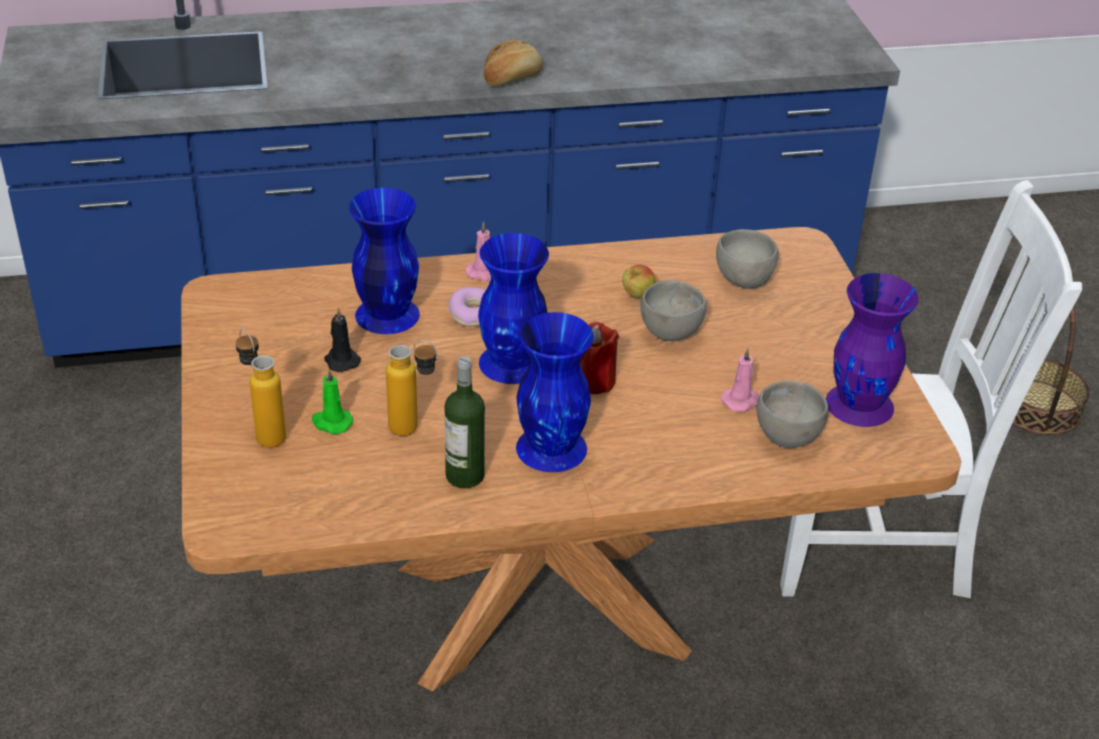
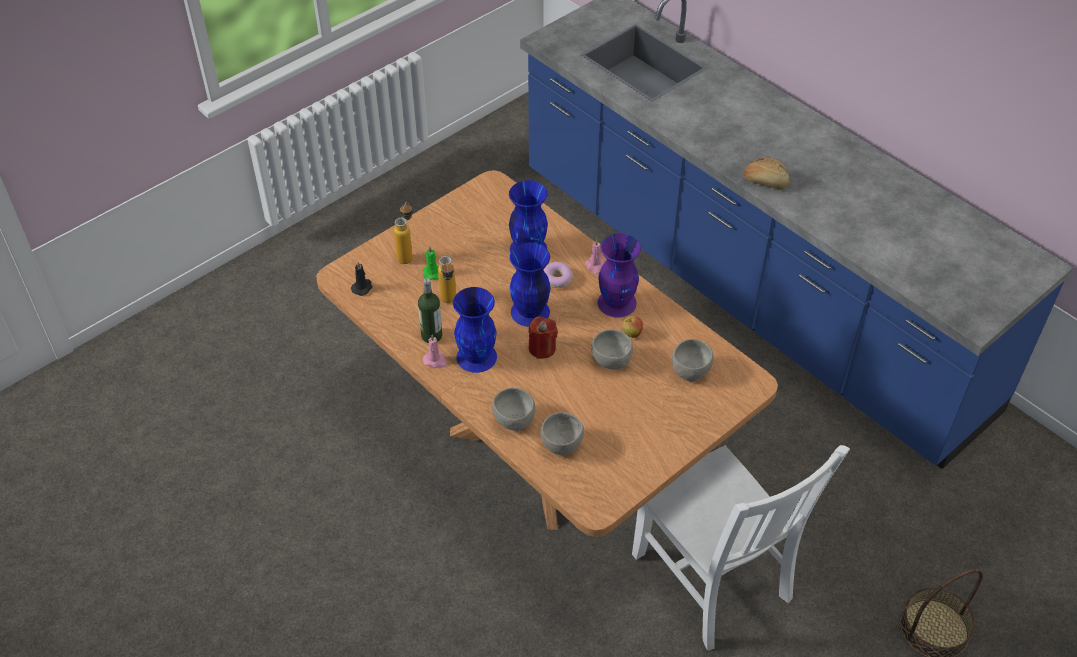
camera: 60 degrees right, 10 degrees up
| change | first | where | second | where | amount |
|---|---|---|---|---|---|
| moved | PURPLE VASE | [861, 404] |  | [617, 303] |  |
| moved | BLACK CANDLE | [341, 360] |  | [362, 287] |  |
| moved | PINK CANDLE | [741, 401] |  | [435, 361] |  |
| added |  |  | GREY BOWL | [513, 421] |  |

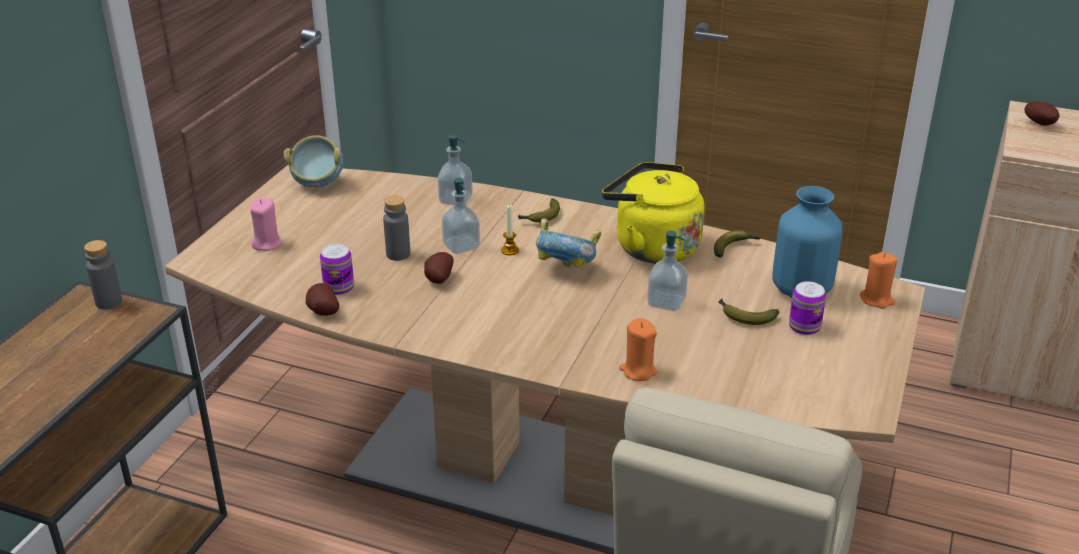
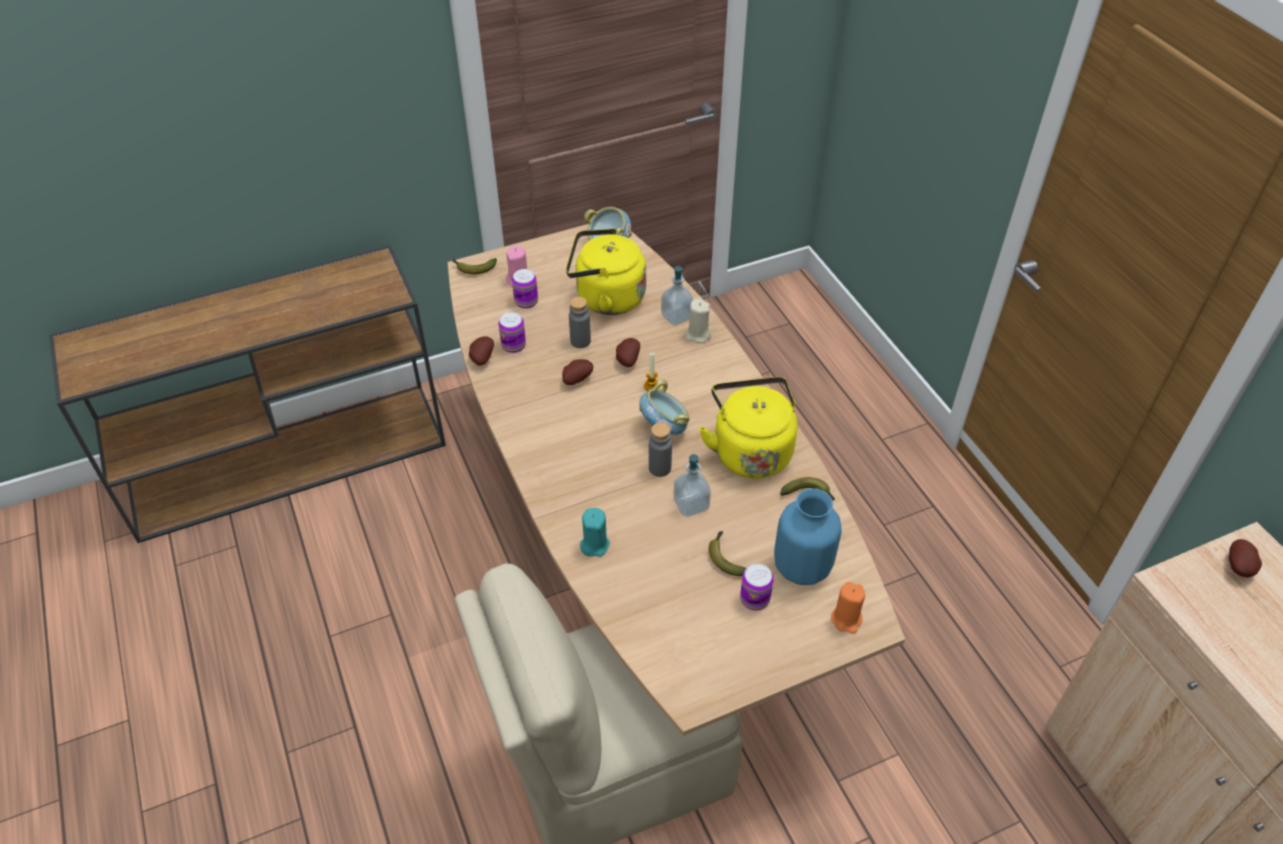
camera: 45 degrees right, 15 degrees up
| change | first | where | second | where | amount |
|---|---|---|---|---|---|
| replaced | SOAP DISPENSER | [461, 246] | POTATO | [627, 360] |  |
| moved | BANANA | [541, 217] |  | [473, 268] |  |
| moved | GREY BOTTLE | [109, 302] |  | [660, 468] |  |
| recoloured | ORANGE CANDLE | [638, 371] | TURQUOISE CANDLE | [594, 545] |  |
| added |  |  | YELLOW KETTLE | [606, 298] |  |
| added |  |  | CAN | [526, 301] |  |
| added |  |  | BEIGE CANDLE | [697, 335] |  |

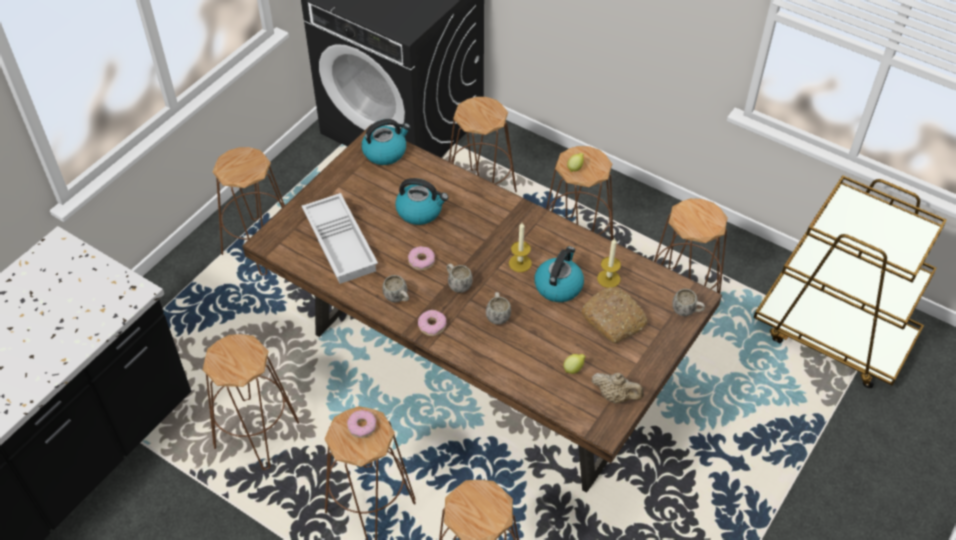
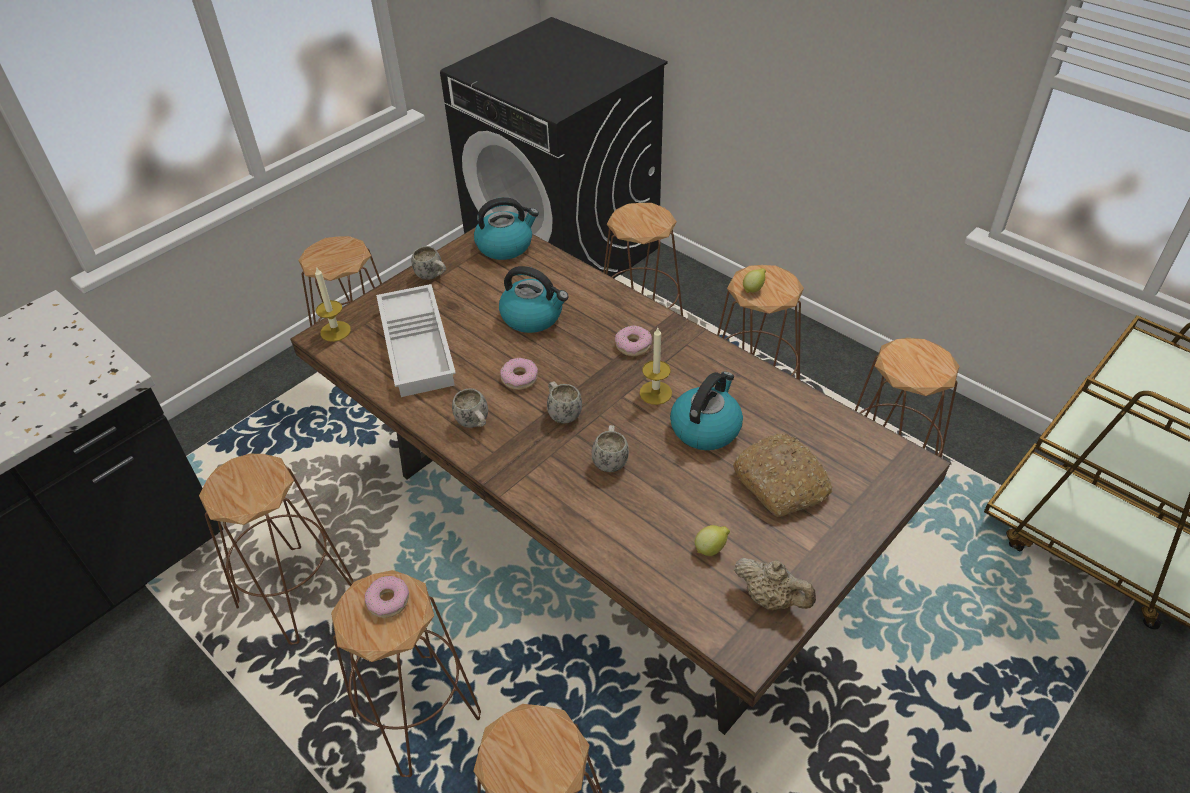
camera: 10 degrees right, 5 degrees down
| change | first | where | second | where | amount |
|---|---|---|---|---|---|
| moved | CANDLE | [608, 279] |  | [335, 331] |  |
| moved | WHITE MUG | [687, 311] |  | [433, 276] |  |
| moved | DONUT | [432, 326] |  | [633, 345] |  |

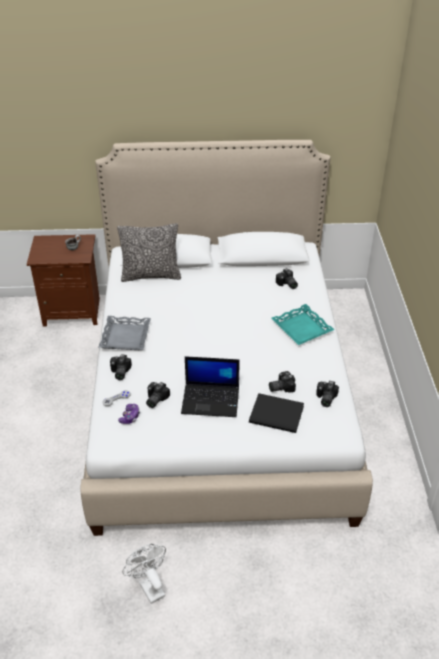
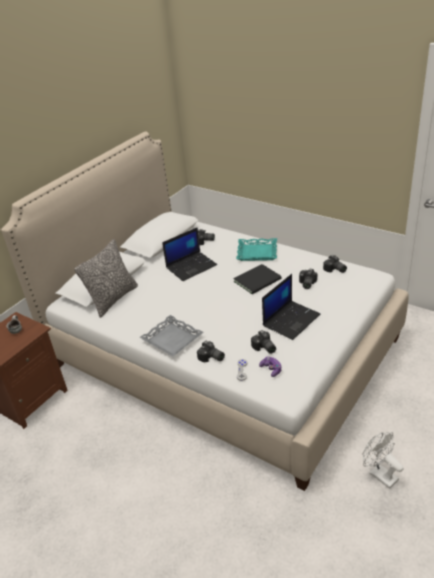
camera: 50 degrees left, 5 degrees down
| change | first | where | second | where | amount |
|---|---|---|---|---|---|
| moved | BLACK BOOK | [277, 416] |  | [259, 280] |  |
| turned | WHITE FAN | [149, 586] |  | [379, 474] | 45 degrees clockwise |
| added |  |  | LAPTOP | [191, 266] |  |

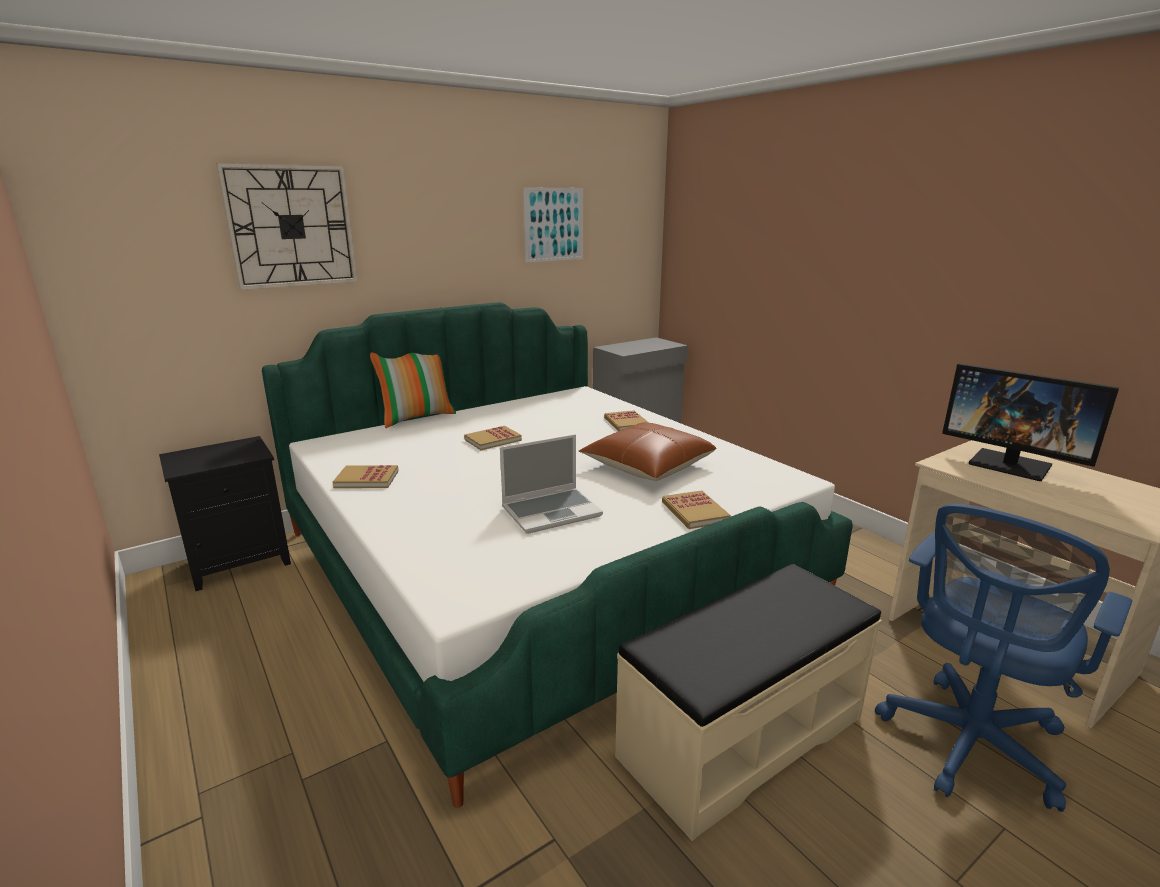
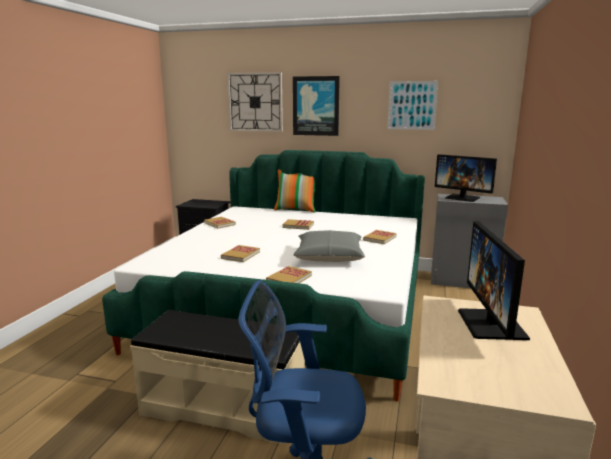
camera: 50 degrees right, 5 degrees down
| change | first | where | second | where | amount |
|---|---|---|---|---|---|
| recoloured | BROWN PILLOW | [647, 466] | GREY PILLOW | [329, 256] |  |
| replaced | LAPTOP | [552, 511] | BOOK | [240, 255] |  |
| added |  |  | PICTURE | [316, 106] |  |
| added |  |  | MONITOR | [463, 198] |  |

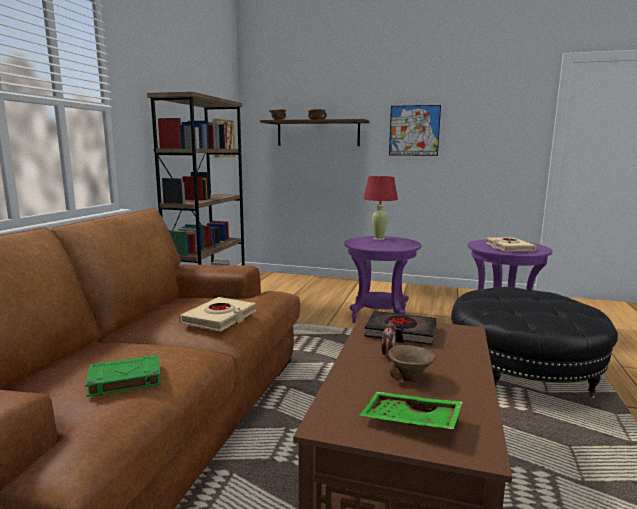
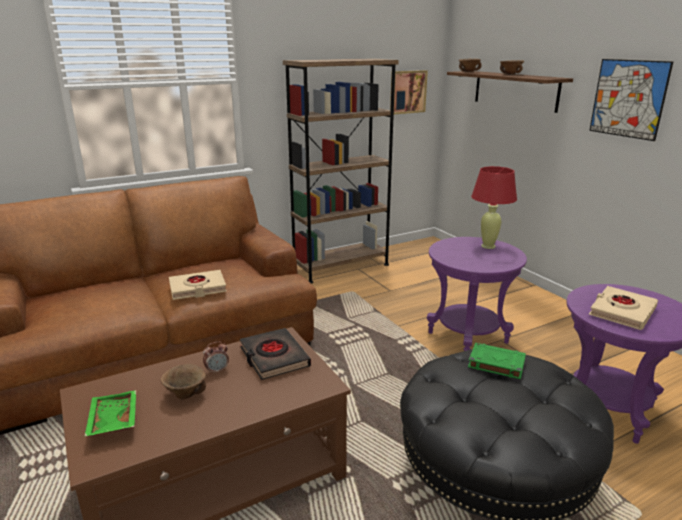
camera: 45 degrees right, 10 degrees up
| change | first | where | second | where | amount |
|---|---|---|---|---|---|
| moved | GREEN BOOK | [124, 380] |  | [495, 364] |  |

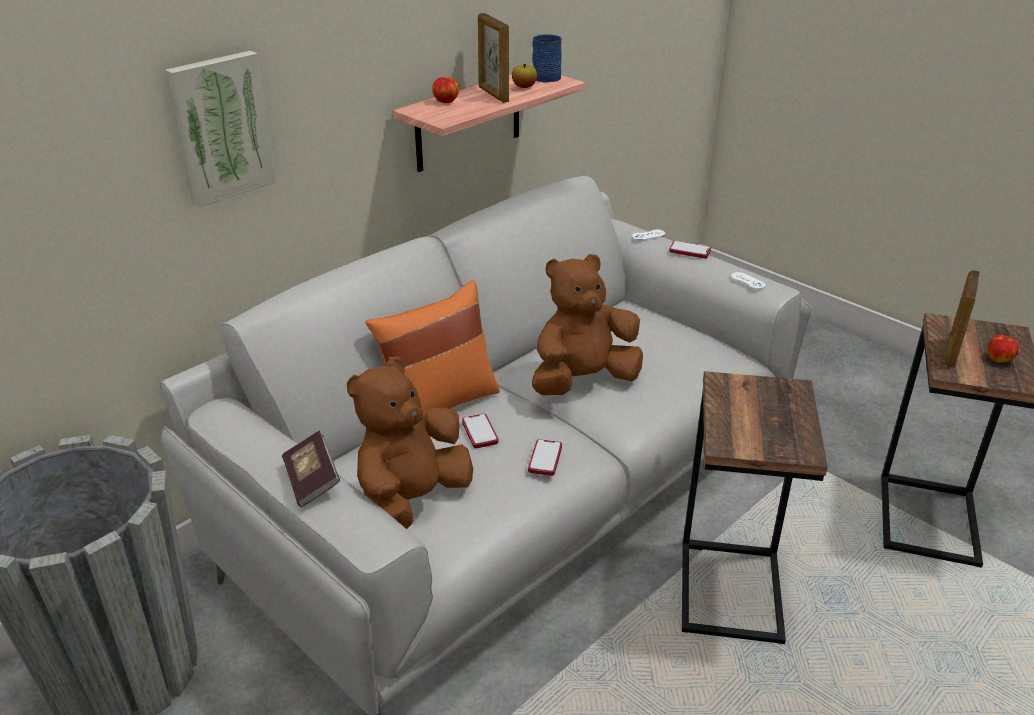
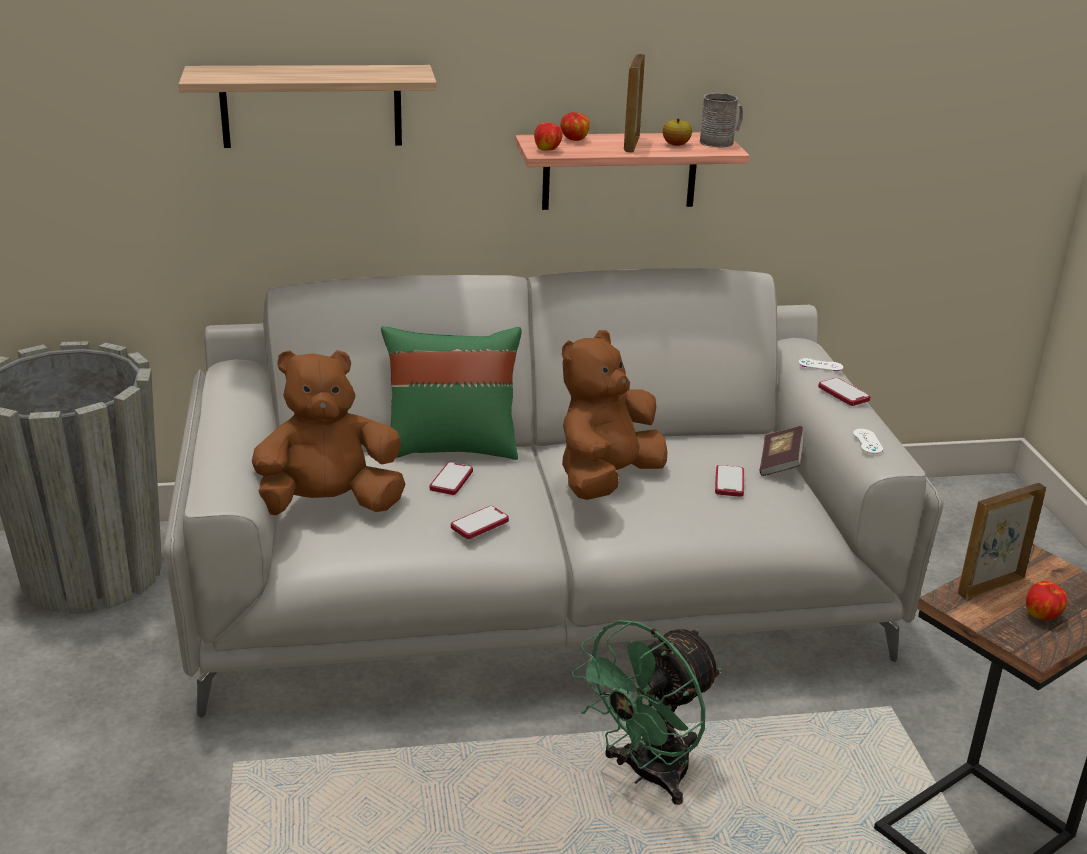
camera: 35 degrees right, 5 degrees down
| change | first | where | second | where | amount |
|---|---|---|---|---|---|
| recoloured | BLUE MUG | [548, 76] | GREY MUG | [720, 142] |  |
| replaced | PICTURE | [220, 127] | SHELF | [311, 106] |  |
| turned | BROWN PLUSH TOY | [583, 381] |  | [606, 480] | 60 degrees counterclockwise |
| recoloured | ORANGE PILLOW | [438, 404] | GREEN PILLOW | [451, 447] |  |
| replaced | SIDE TABLE | [733, 590] | GREEN FAN | [647, 775] |  |
| moved | BOOK | [312, 480] |  | [780, 463] |  |
| added |  |  | APPLE | [547, 149] |  |
| added |  |  | PHONE | [729, 482] |  |

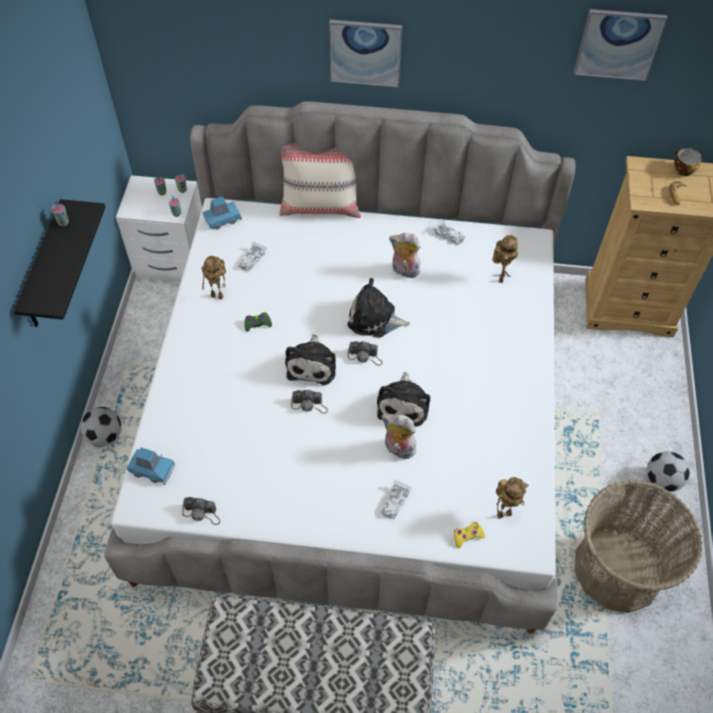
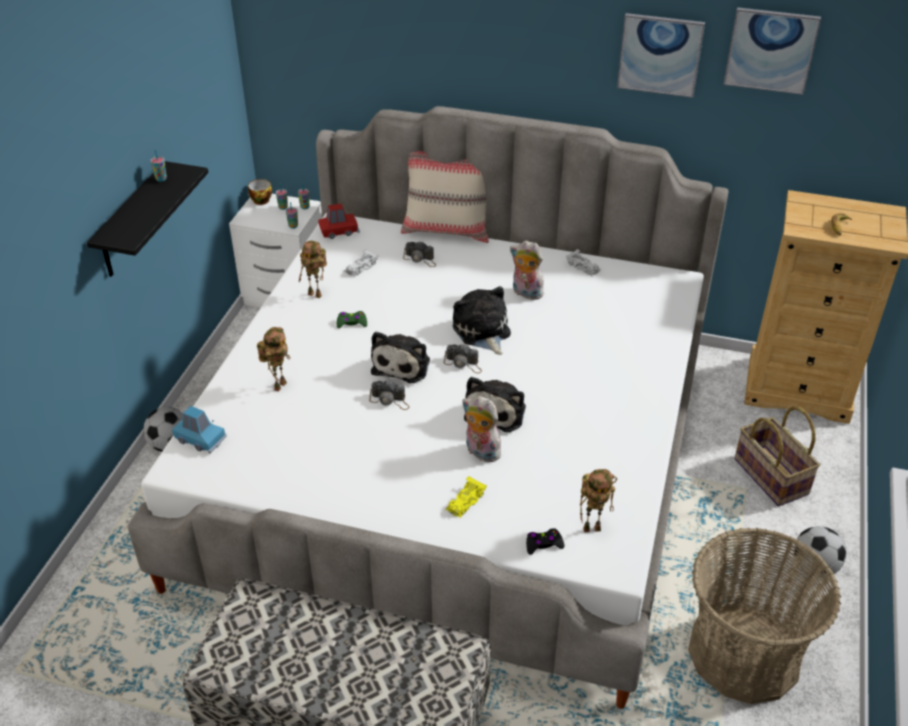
camera: 10 degrees right, 15 degrees down
| change | first | where | second | where | amount |
|---|---|---|---|---|---|
| moved | PICTURE | [365, 52] |  | [660, 54] |  |
| moved | CUP | [682, 169] |  | [260, 200] |  |
| recoloured | BLUE TOY CAR | [222, 219] | RED TOY CAR | [339, 231] |  |
| moved | TOY ROBOT | [500, 277] |  | [279, 385] |  |
| turned | PLUSH TOY | [374, 319] |  | [482, 331] | 45 degrees clockwise |
| recoloured | WHITE TOY CAR | [395, 502] | YELLOW TOY CAR | [465, 501] |  |
| moved | PHOTO CAMERA | [202, 513] |  | [420, 259] |  |
| recoloured | YELLOW GAME CONTROLLER | [467, 536] | BLACK GAME CONTROLLER | [543, 544] |  |
| added |  |  | BASKET | [769, 476] |  |

